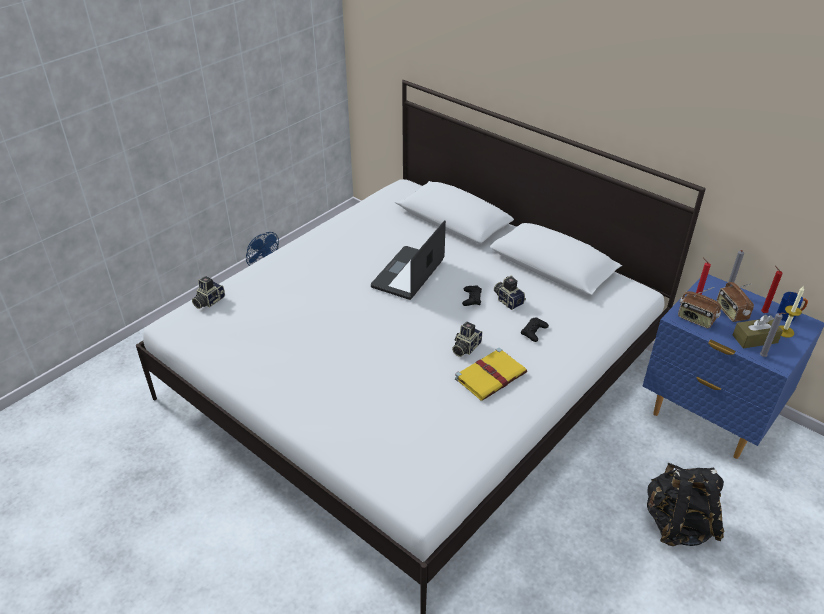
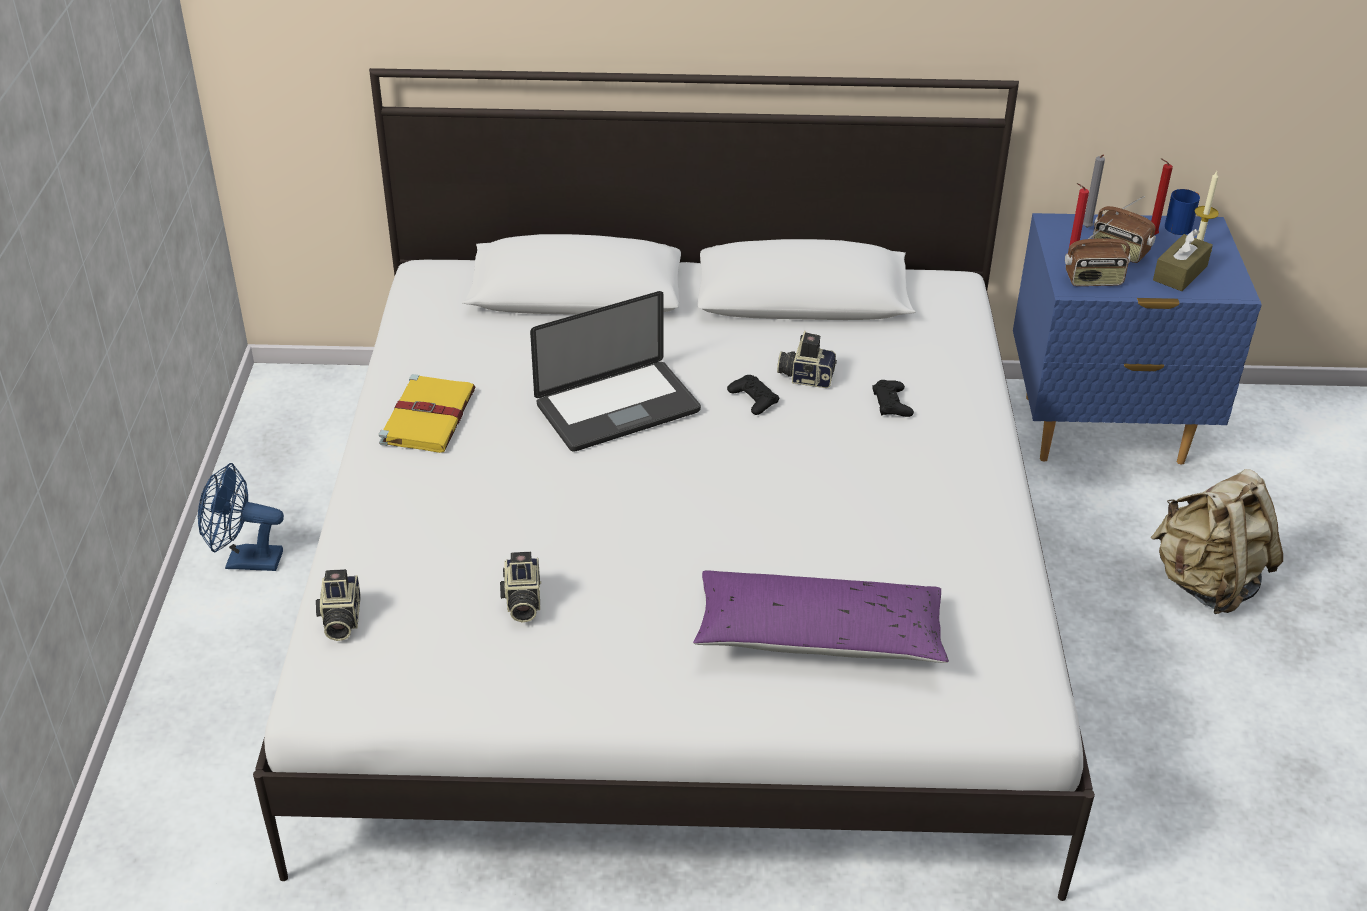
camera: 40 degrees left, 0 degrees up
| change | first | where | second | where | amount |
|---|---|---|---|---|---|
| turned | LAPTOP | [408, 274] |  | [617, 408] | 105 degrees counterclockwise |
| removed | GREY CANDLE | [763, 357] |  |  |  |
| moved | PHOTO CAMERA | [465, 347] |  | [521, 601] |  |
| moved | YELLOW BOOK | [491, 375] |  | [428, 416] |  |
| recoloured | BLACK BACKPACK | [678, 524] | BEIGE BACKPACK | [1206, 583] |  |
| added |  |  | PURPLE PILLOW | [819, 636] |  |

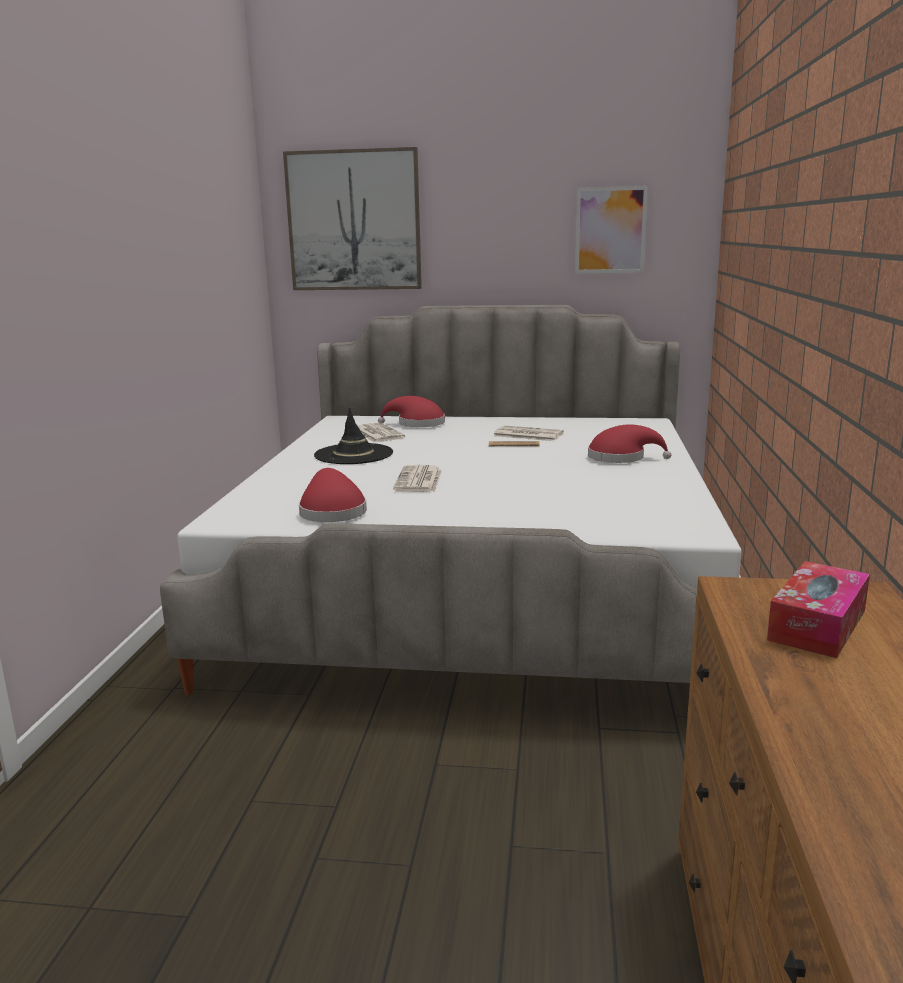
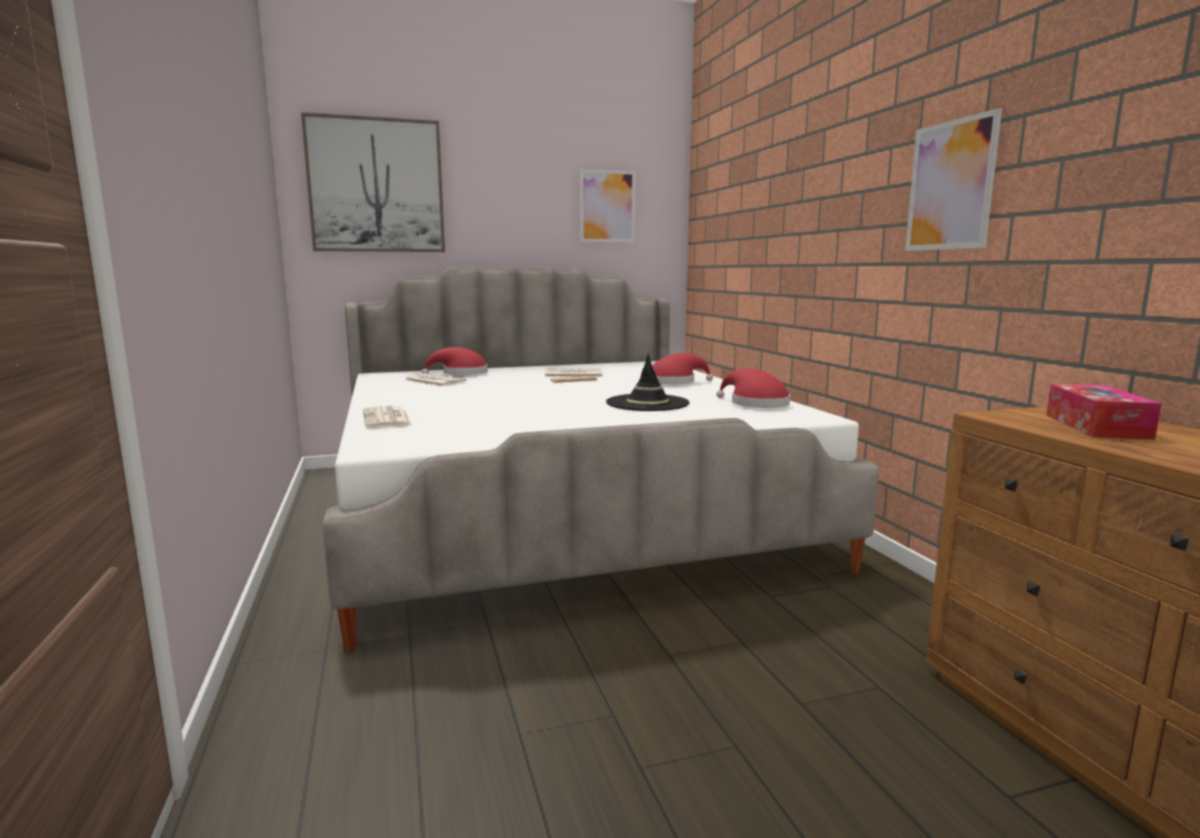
camera: 25 degrees left, 5 degrees down
| change | first | where | second | where | amount |
|---|---|---|---|---|---|
| moved | BLACK HAT | [354, 454] |  | [647, 403] |  |
| moved | NEWSPAPER | [419, 480] |  | [387, 419] |  |
| moved | RED HAT | [331, 512] |  | [755, 404] |  |
| added |  |  | PICTURE | [950, 186] |  |

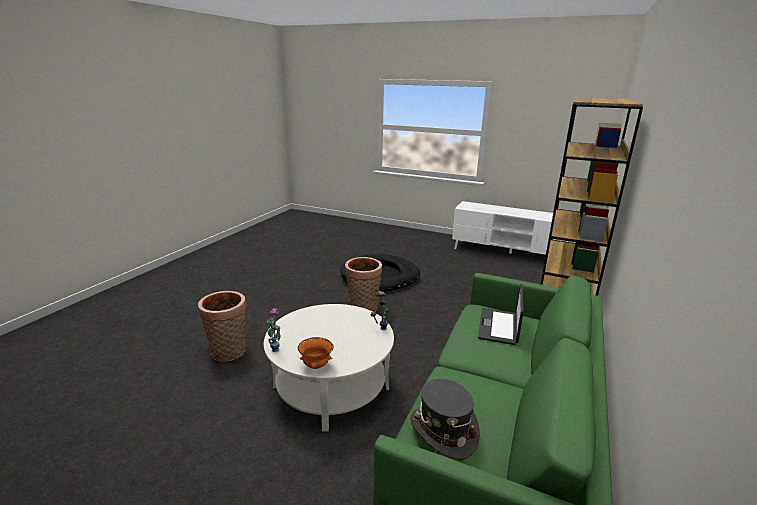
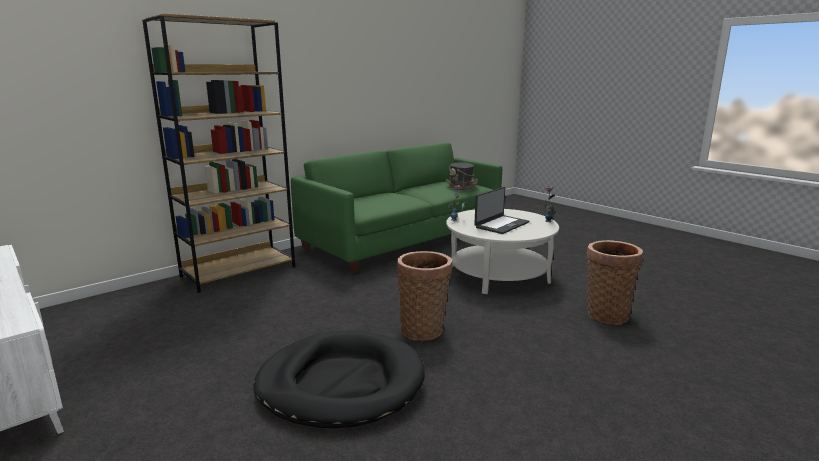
camera: 155 degrees left, 5 degrees down
| change | first | where | second | where | amount |
|---|---|---|---|---|---|
| moved | LAPTOP | [499, 326] |  | [501, 225] |  |
| removed | ORANGE BOWL | [316, 366] |  |  |  |

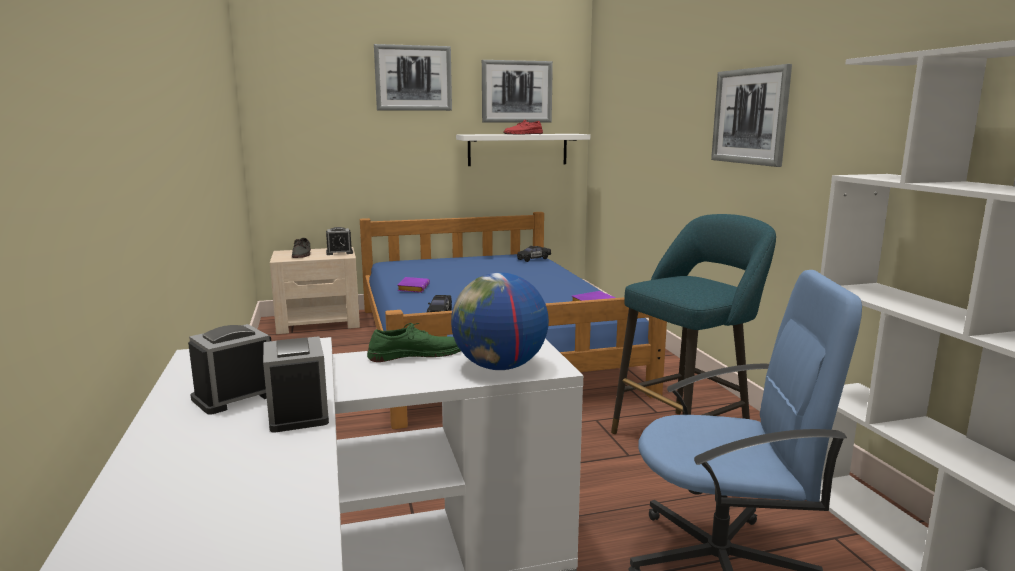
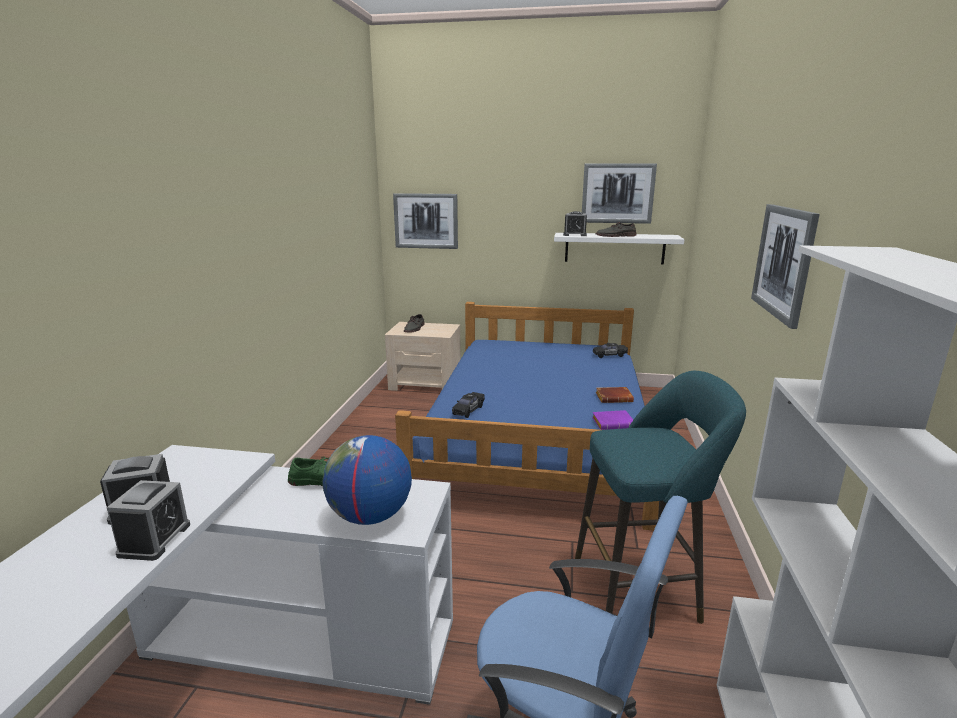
camera: 25 degrees right, 5 degrees up
| change | first | where | second | where | amount |
|---|---|---|---|---|---|
| moved | PICTURE | [413, 78] |  | [426, 221] |  |
| recoloured | RED SHOE | [523, 134] | GREY SHOE | [616, 236] |  |
| moved | ALARM CLOCK | [339, 252] |  | [574, 235] |  |
| removed | PURPLE BOOK | [412, 288] |  |  |  |
| added |  |  | BROWN BOOK | [614, 398] |  |

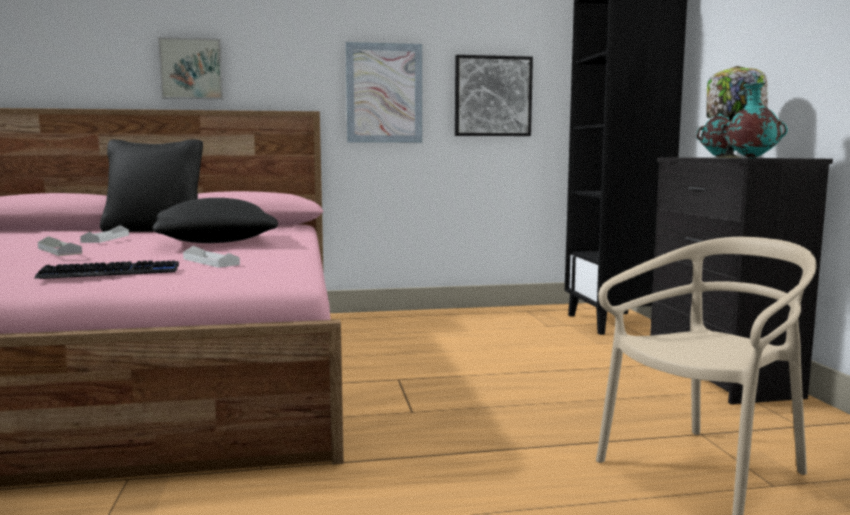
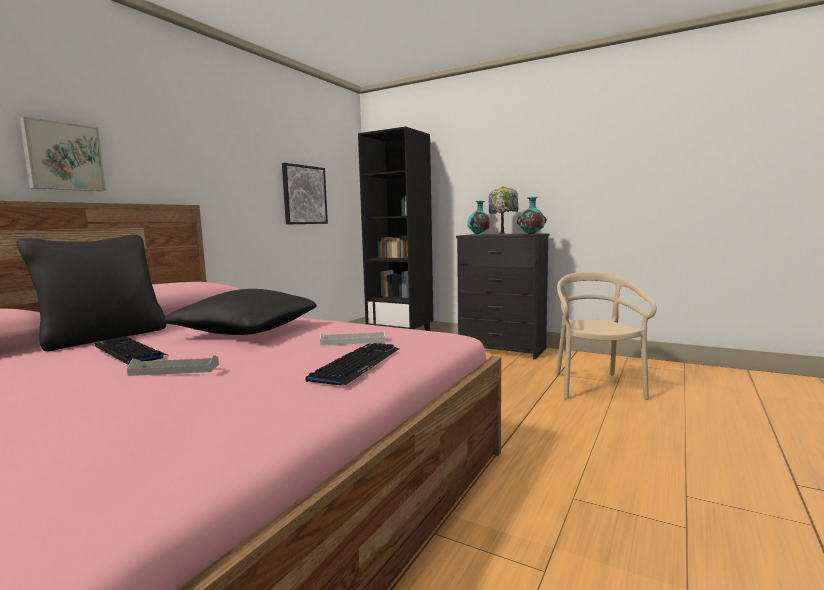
camera: 50 degrees left, 0 degrees up
| change | first | where | second | where | amount |
|---|---|---|---|---|---|
| removed | PICTURE | [384, 93] |  |  |  |
| replaced | WHITE TRAY | [105, 238] | KEYBOARD | [129, 352] |  |

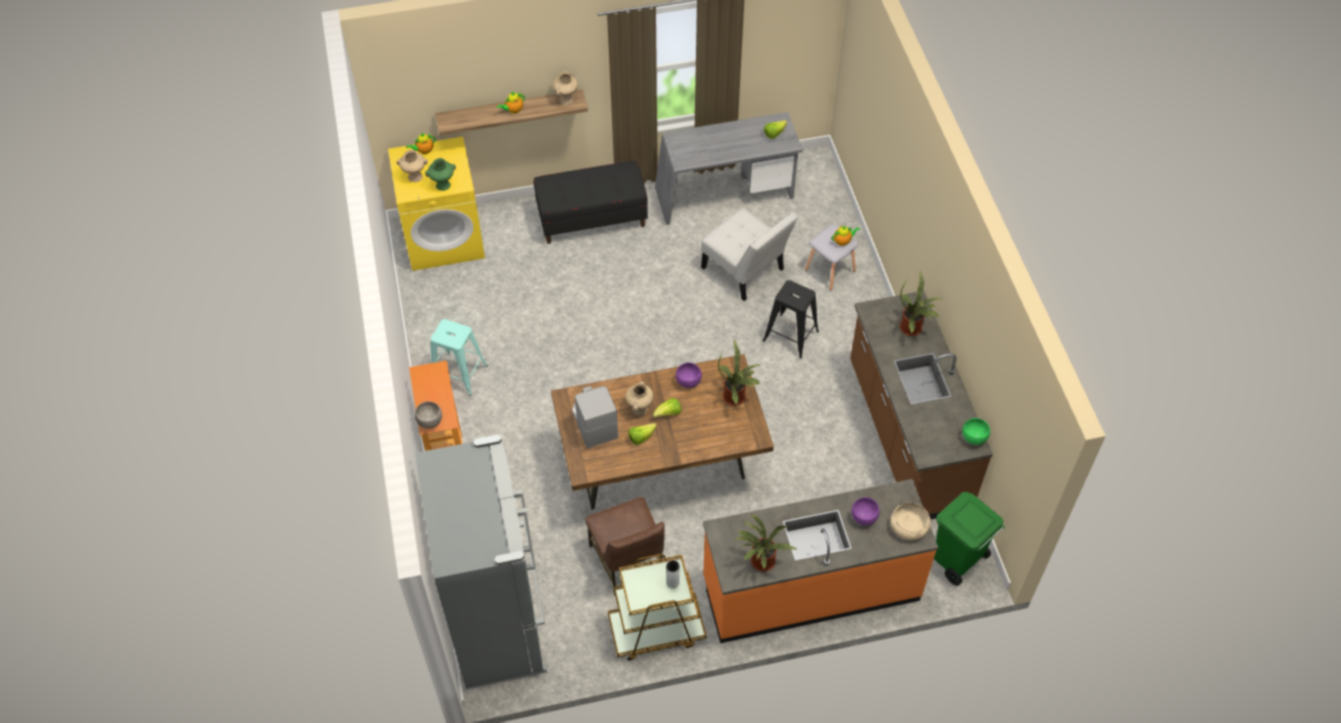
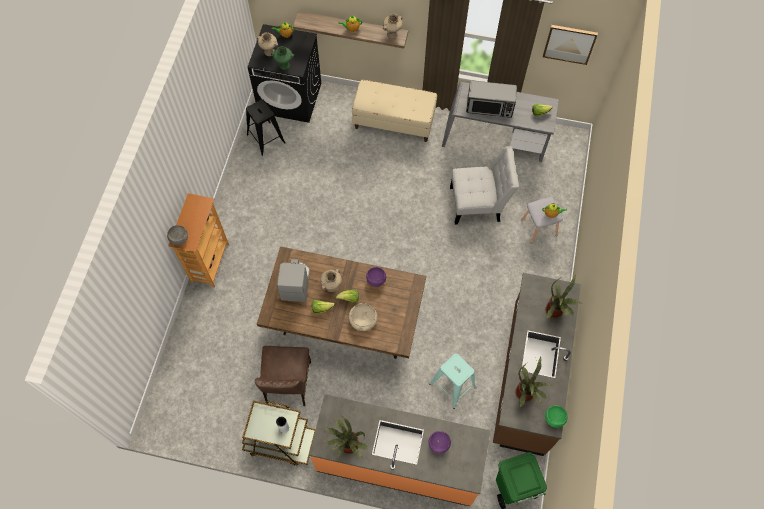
camera: 25 degrees right, 10 degrees up
| change | first | where | second | where | amount |
|---|---|---|---|---|---|
| recoloured | YELLOW WASHING MACHINE | [444, 238] | BLACK WASHING MACHINE | [290, 98] |  |
| recoloured | BLACK BENCH | [592, 218] | BEIGE BENCH | [394, 122] |  |
| turned | WHITE CHAIR | [745, 271] |  | [478, 204] | 75 degrees counterclockwise |
| moved | BLACK STOOL | [790, 336] |  | [266, 138] |  |
| moved | TURQUOISE STOOL | [459, 374] |  | [452, 385] |  |
| moved | POTTED PLANT | [736, 397] |  | [526, 393] |  |
| removed | GREY FRIDGE | [499, 623] |  |  |  |
| moved | BEIGE BOWL | [909, 526] |  | [363, 319] |  |
| added |  |  | PICTURE | [569, 44] |  |
| added |  |  | MICROWAVE | [489, 107] |  |

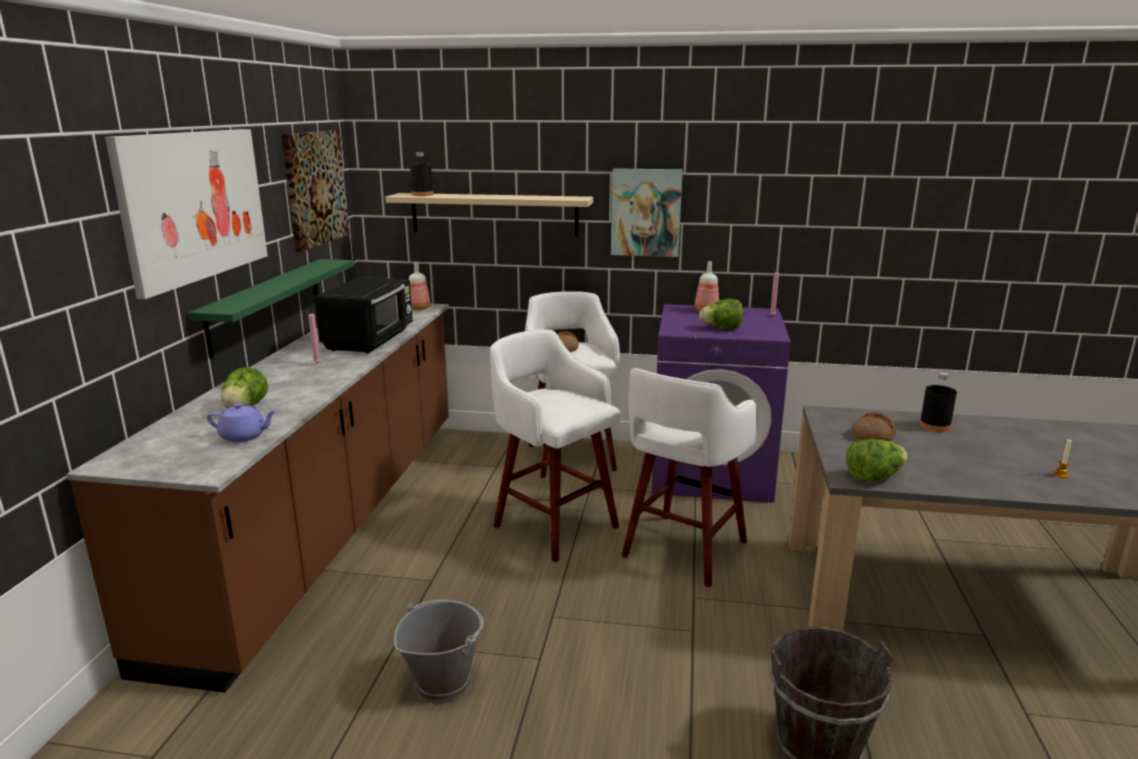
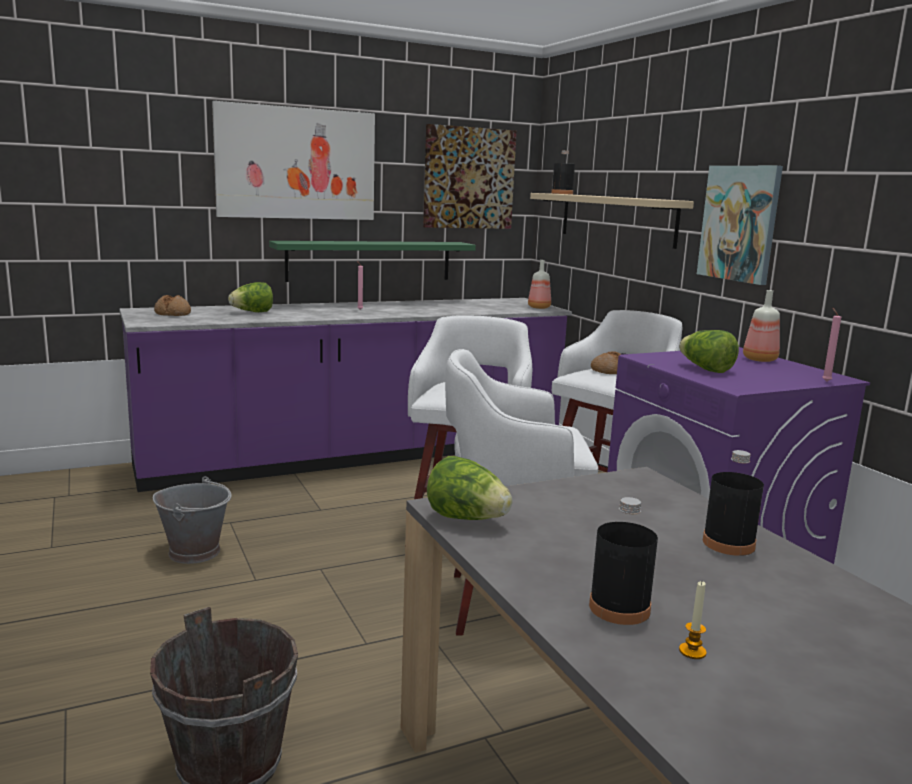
camera: 55 degrees right, 5 degrees down
| change | first | where | second | where | amount |
|---|---|---|---|---|---|
| removed | BLACK MICROWAVE | [370, 340] |  |  |  |
| recoloured | BROWN COUNTER | [332, 522] | PURPLE COUNTER | [358, 456] |  |
| removed | PURPLE TEAPOT | [244, 436] |  |  |  |
| moved | BREAD | [872, 436] |  | [173, 313] |  |
| added |  |  | BLACK BOTTLE | [619, 608] |  |

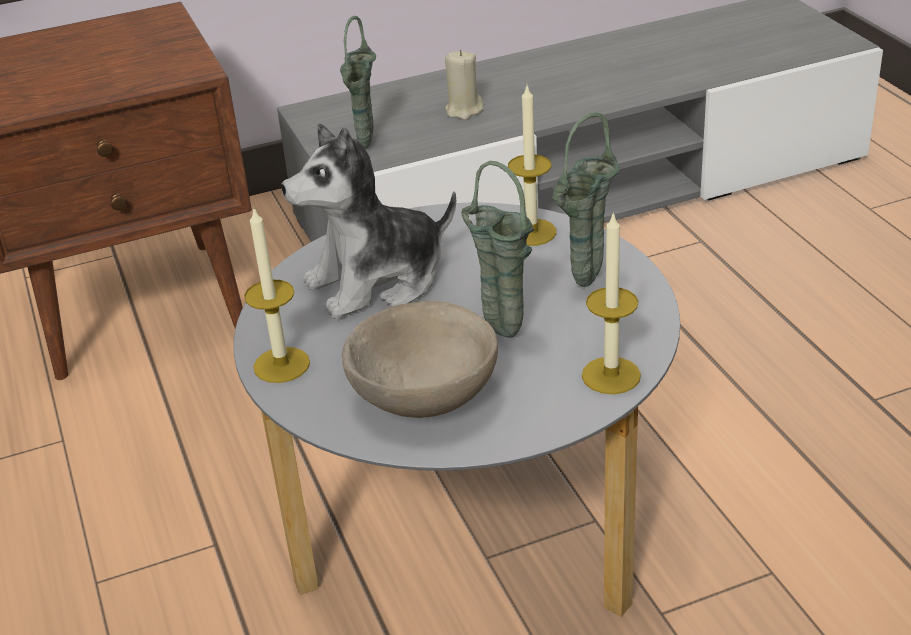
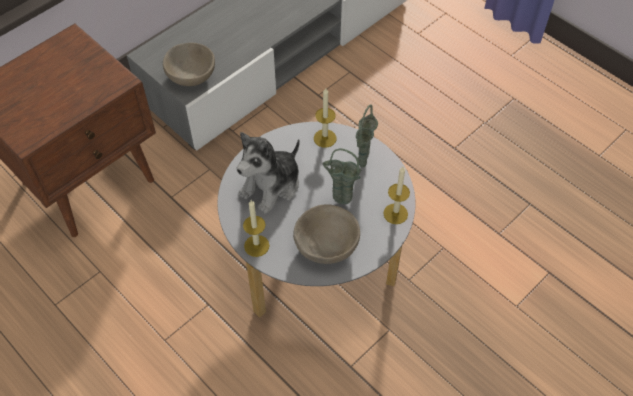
camera: 25 degrees left, 20 degrees up
| change | first | where | second | where | amount |
|---|---|---|---|---|---|
| replaced | GREEN VASE | [366, 148] | BEIGE BOWL | [192, 76] |  |
| removed | BEIGE CANDLE | [464, 110] |  |  |  |

